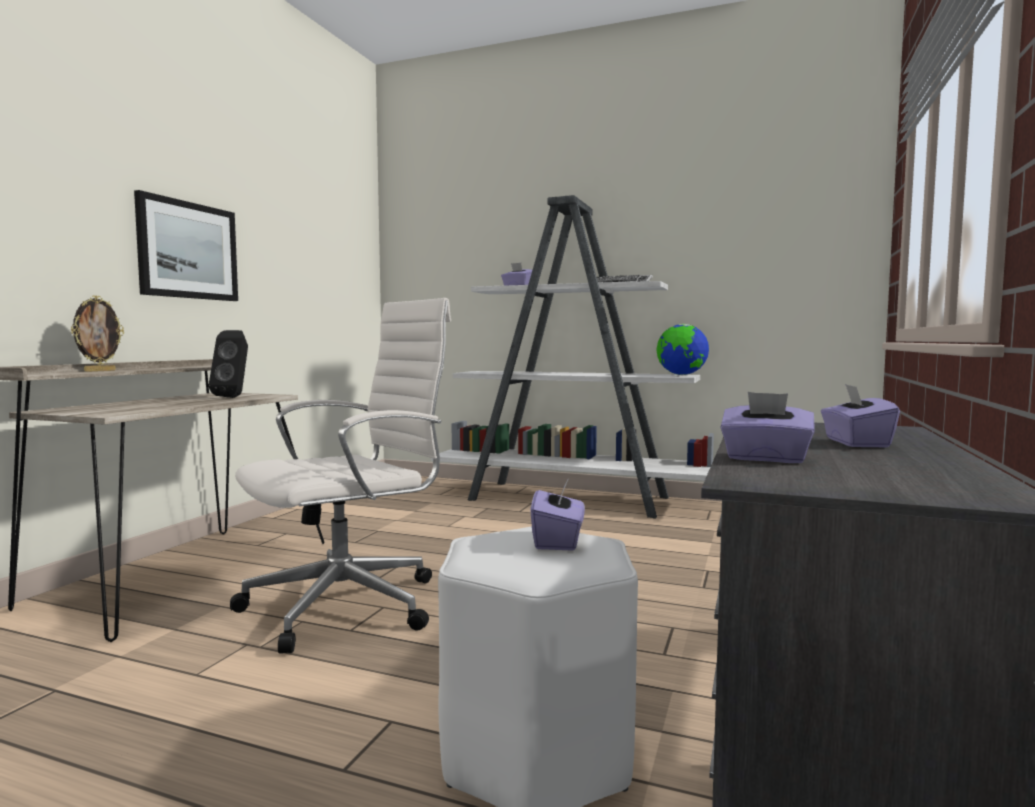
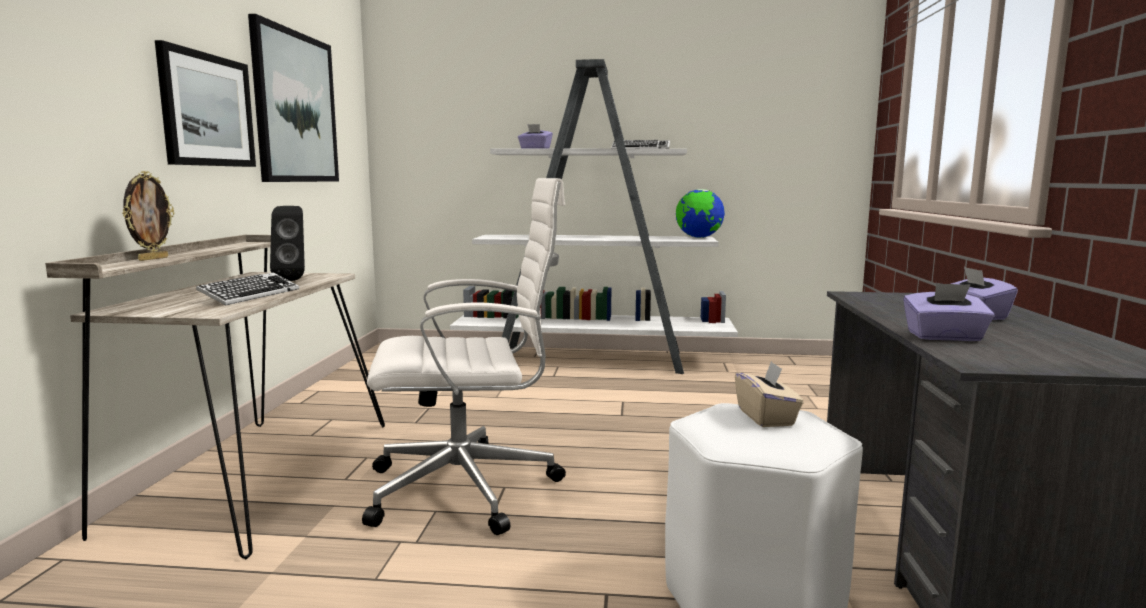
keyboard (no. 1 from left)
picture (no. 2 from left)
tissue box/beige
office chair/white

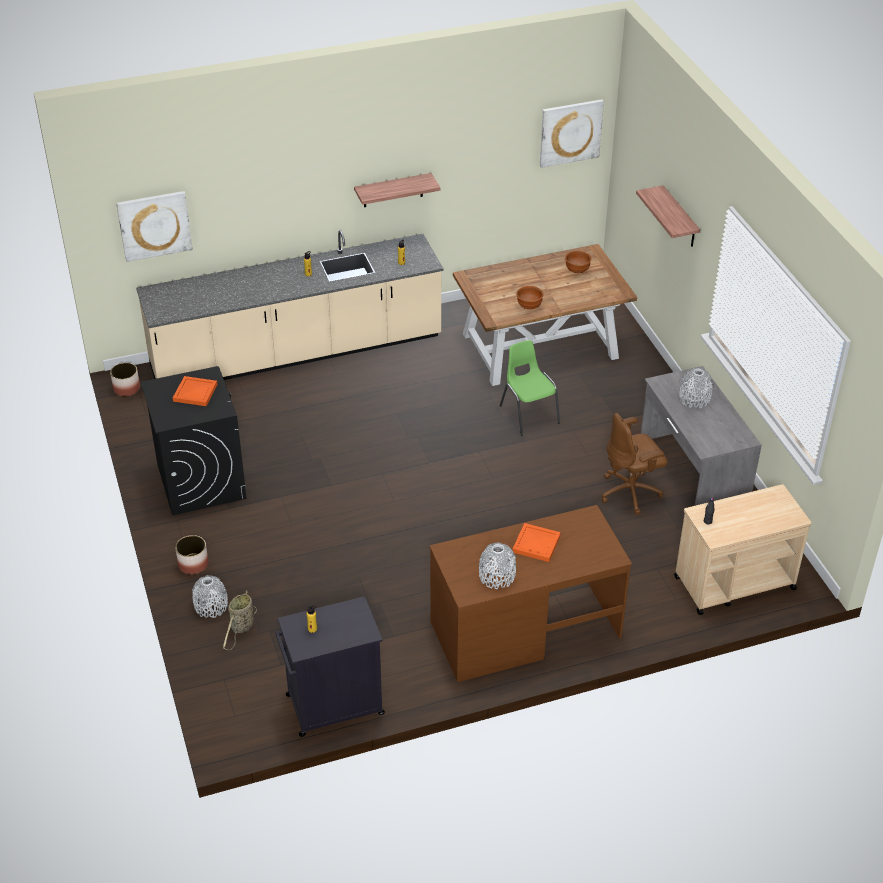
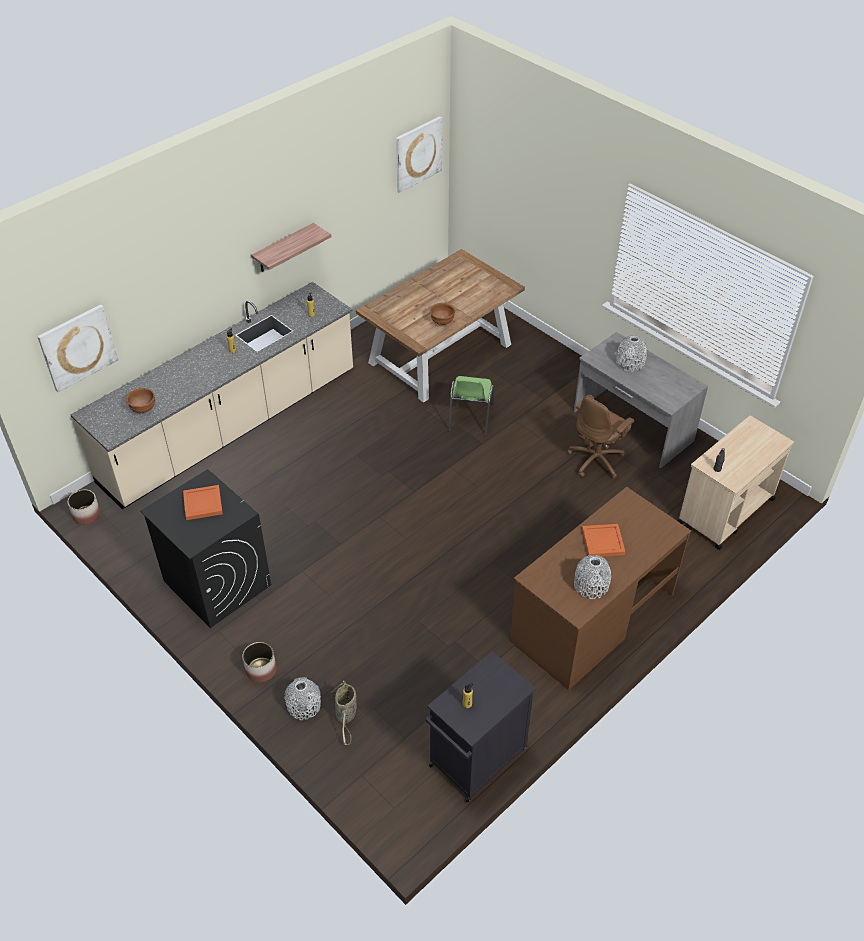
shelf (no. 2 from left in the first image)
bowl/brown (no. 1 from left)
chair/green

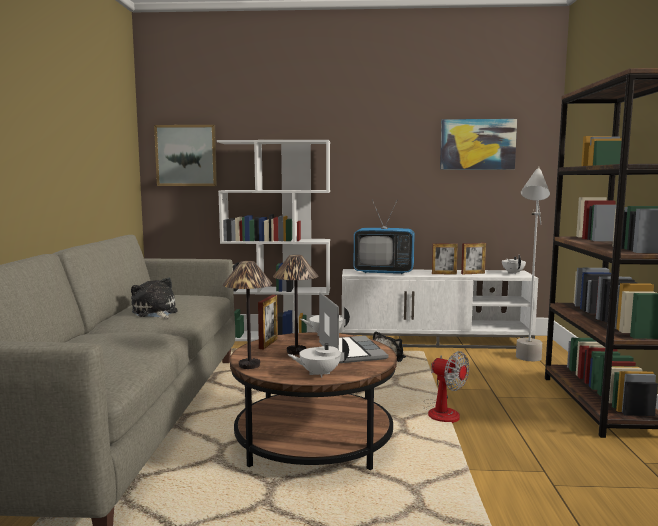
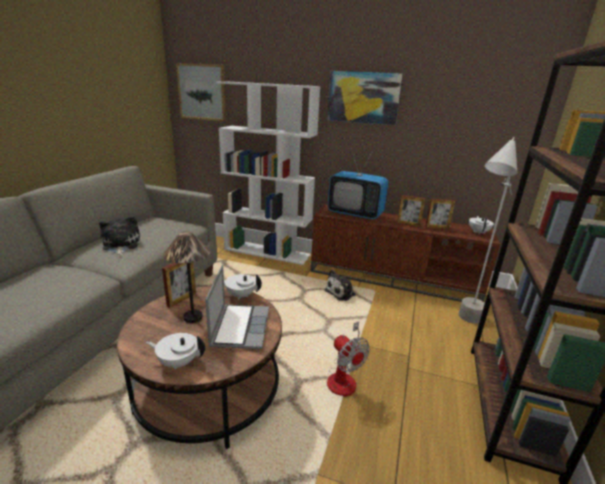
table lamp (no. 1 from left in the first image)
picture (no. 2 from left)
tv stand/brown

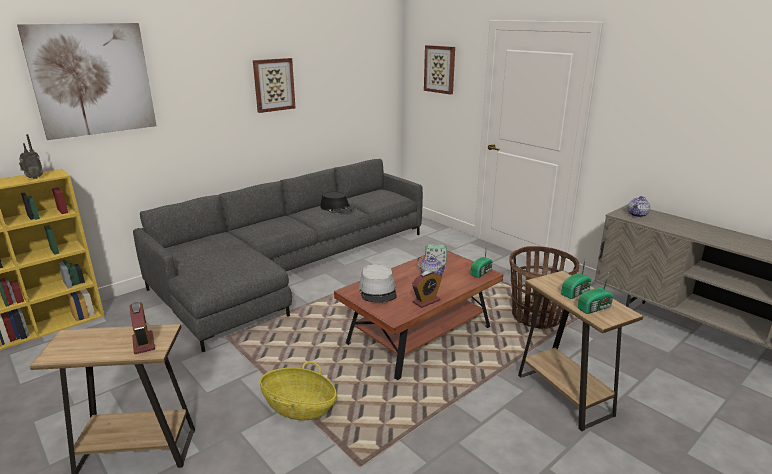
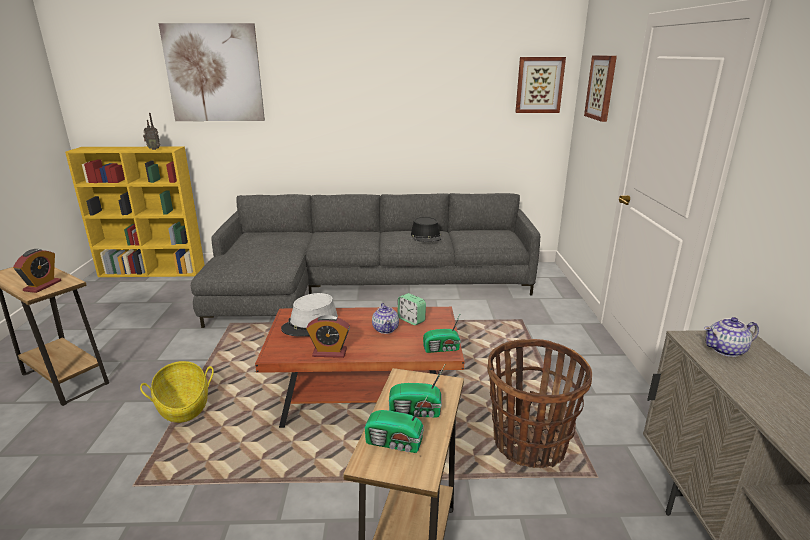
picture (no. 2 from left)

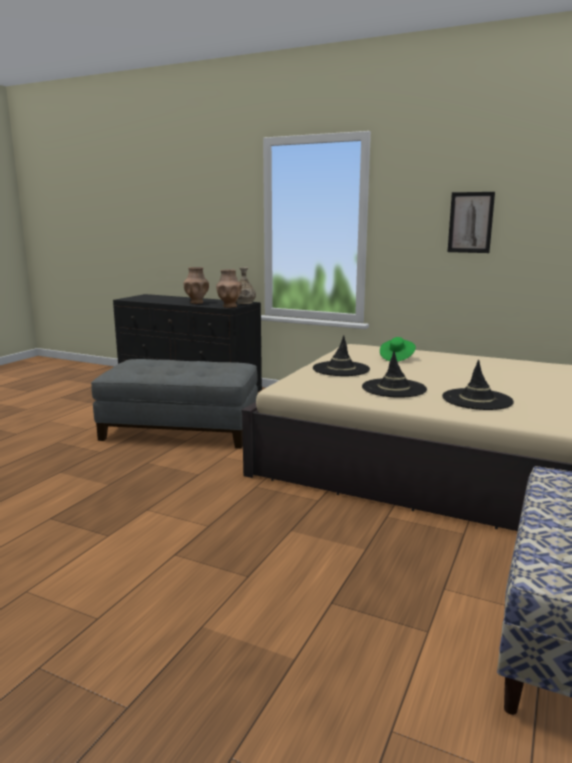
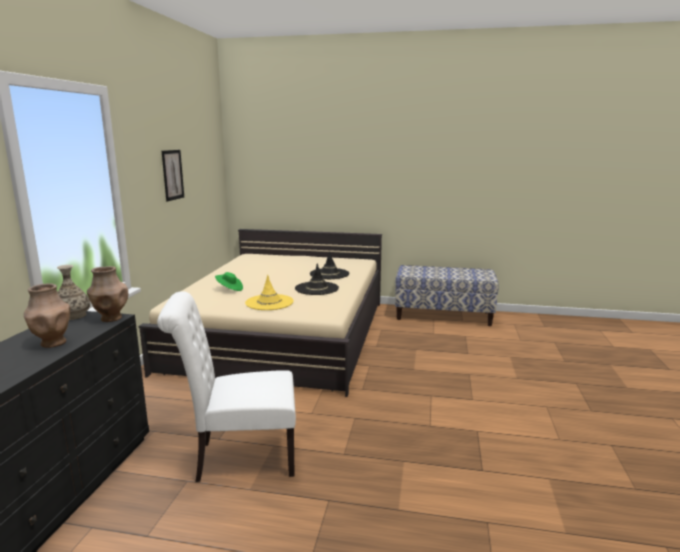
chair/white
hat/yellow

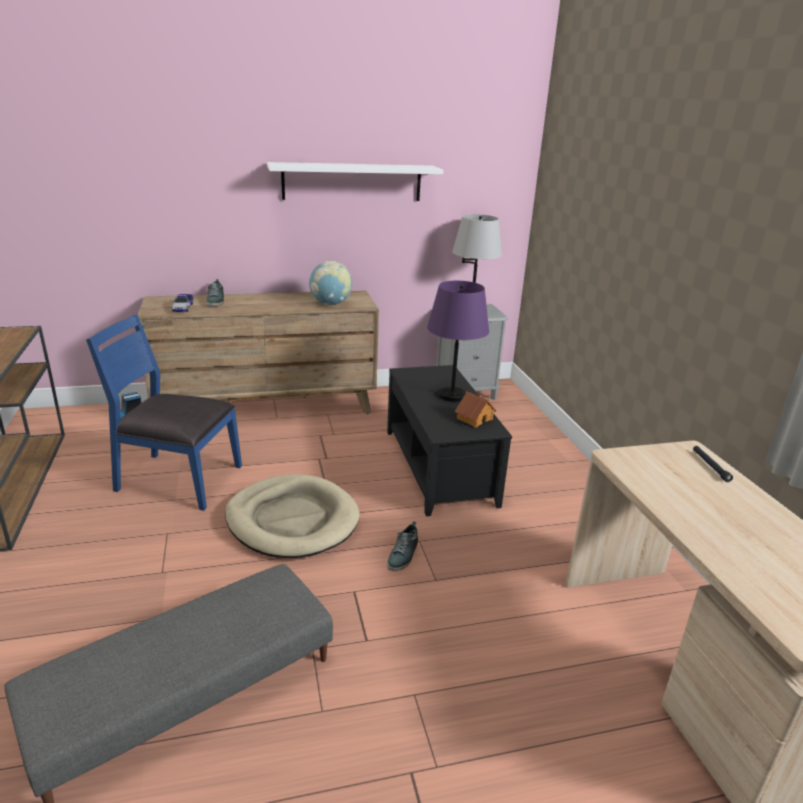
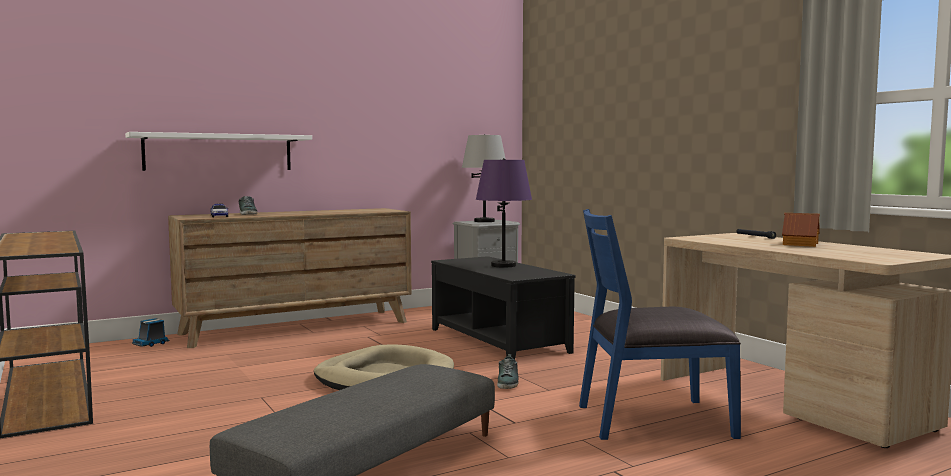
globe
chair/blue
shelf/white
toy house

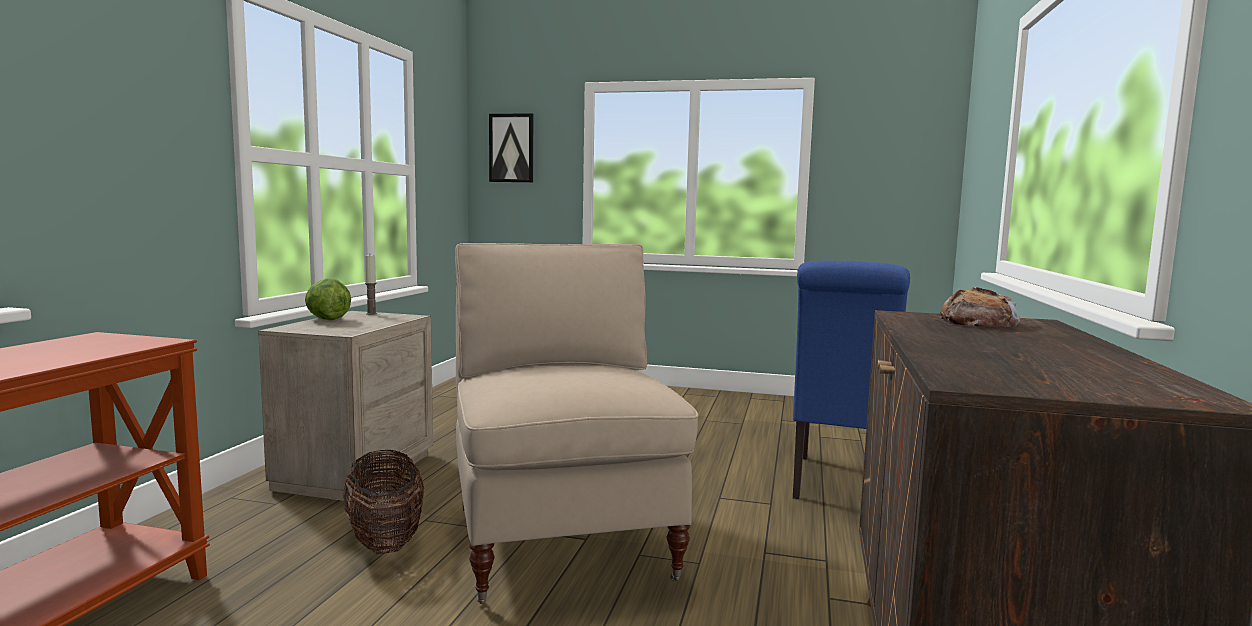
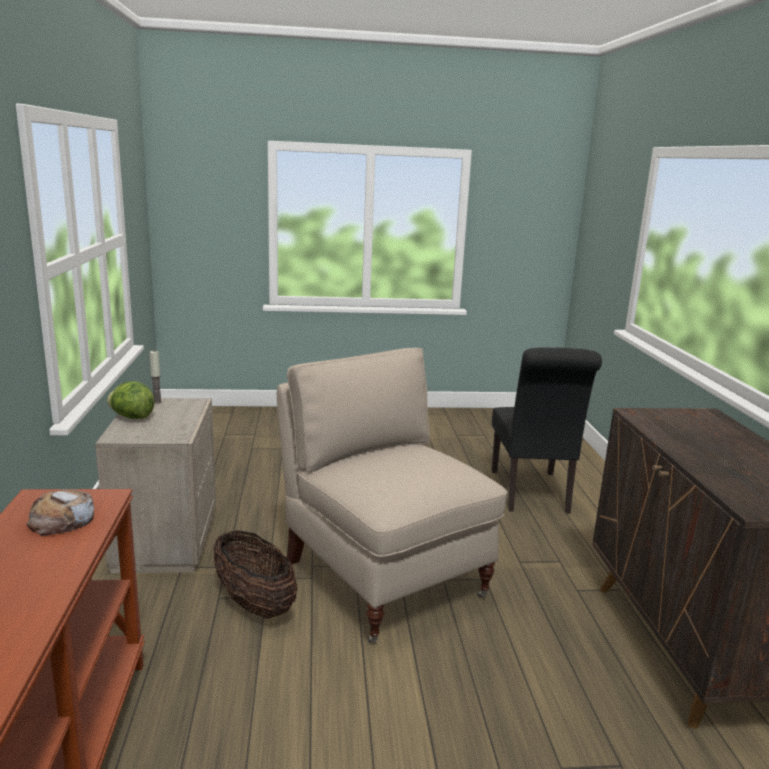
picture
bread
chair/black

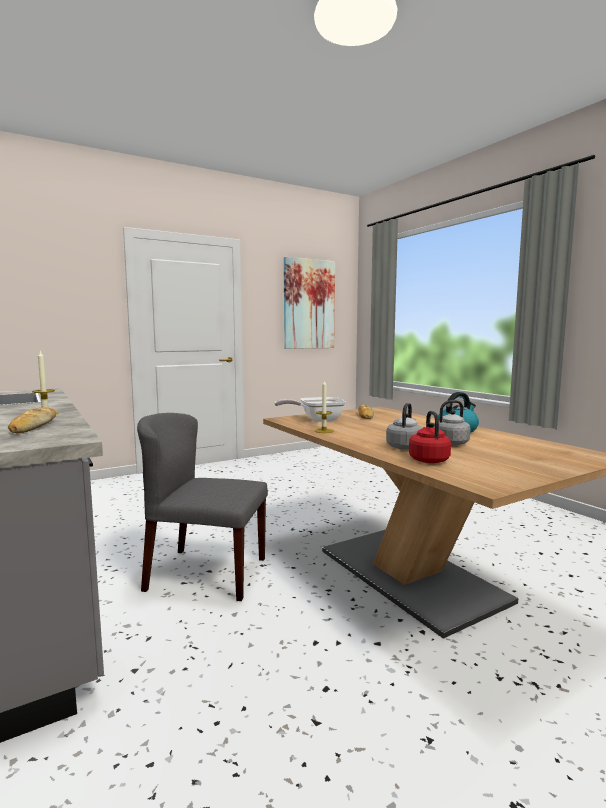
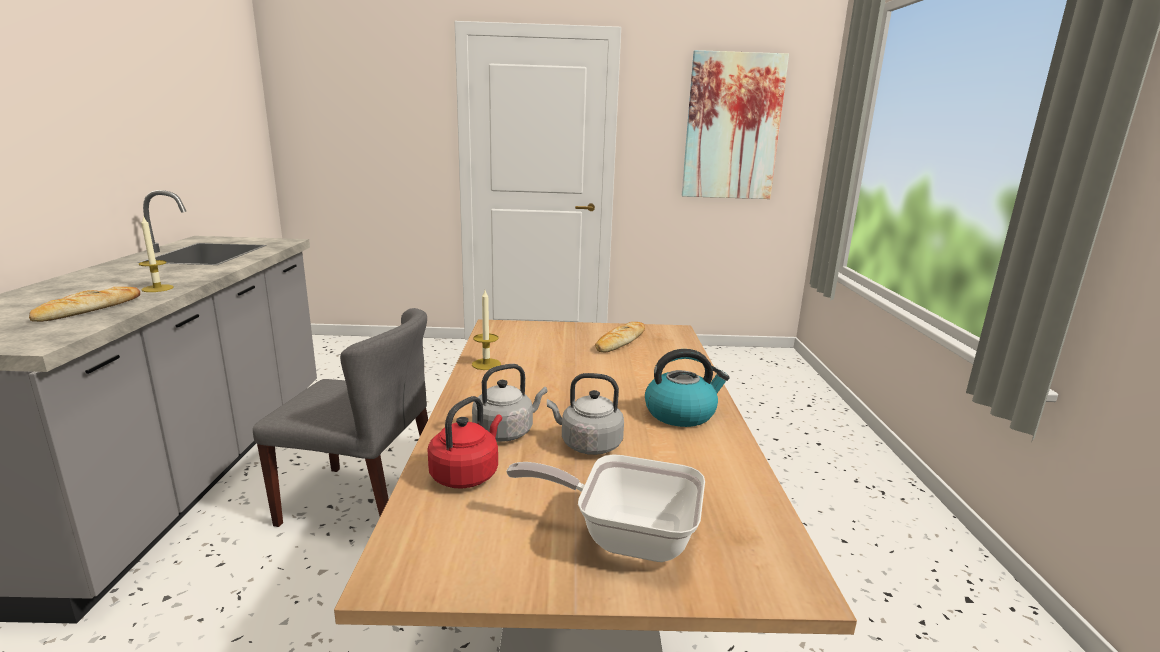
frying pan
chair/grey

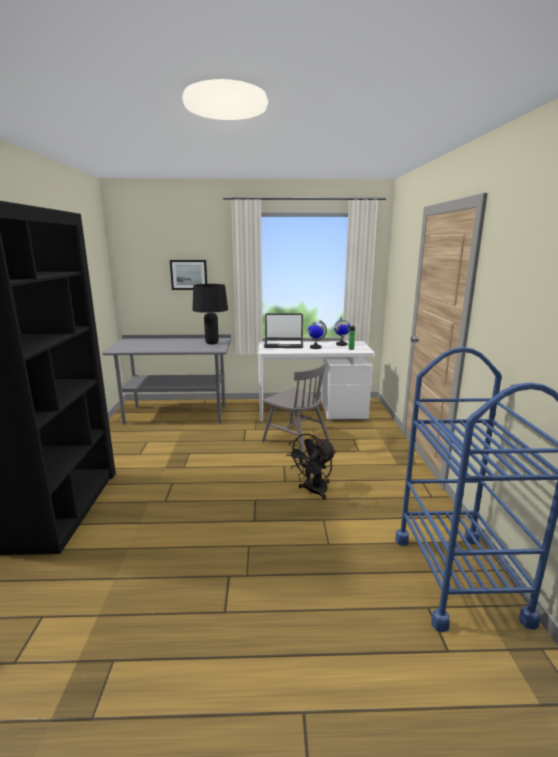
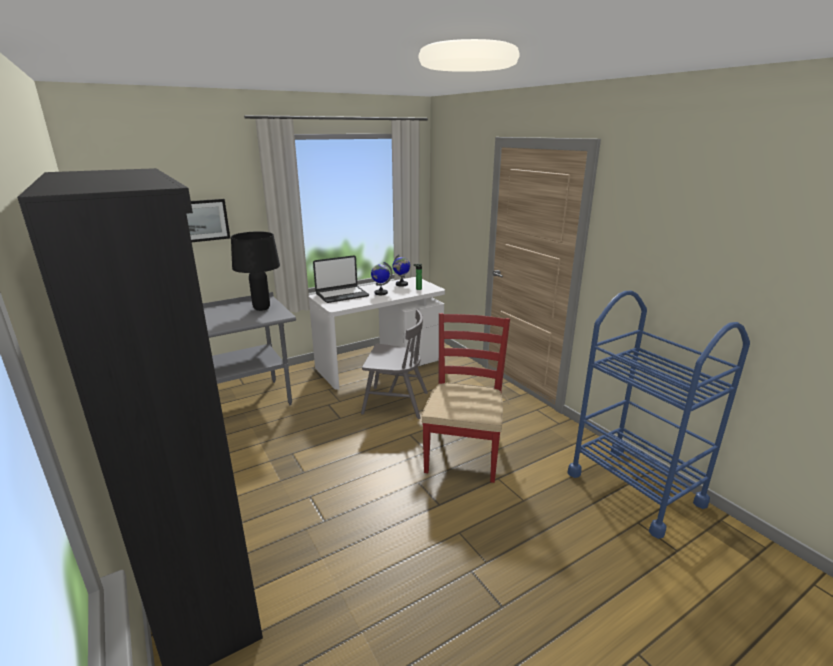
chair/red

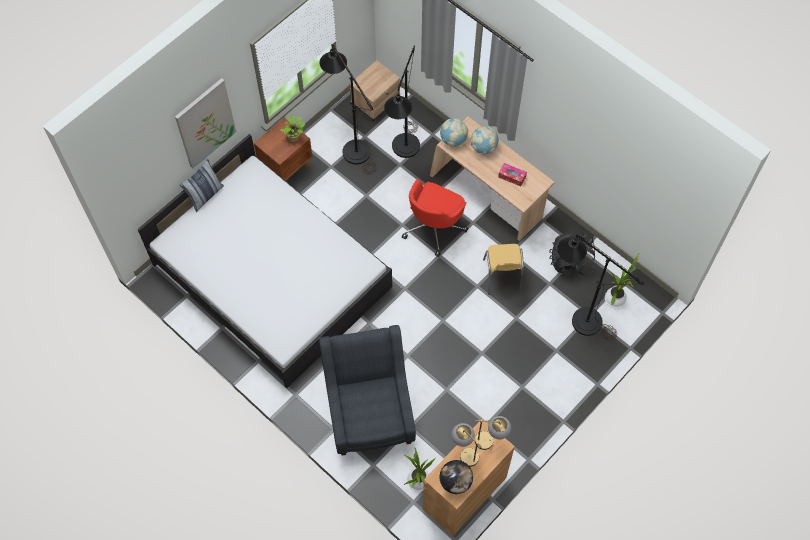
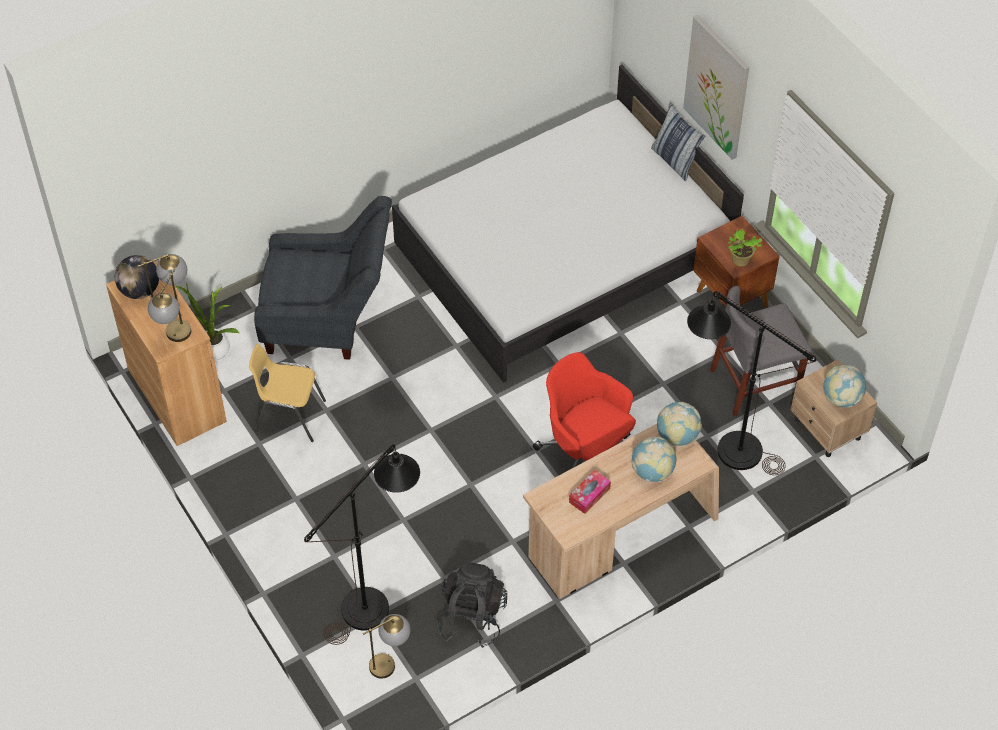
globe (no. 4 from left)
chair/yellow
chair/grey
table lamp (no. 3 from left)

